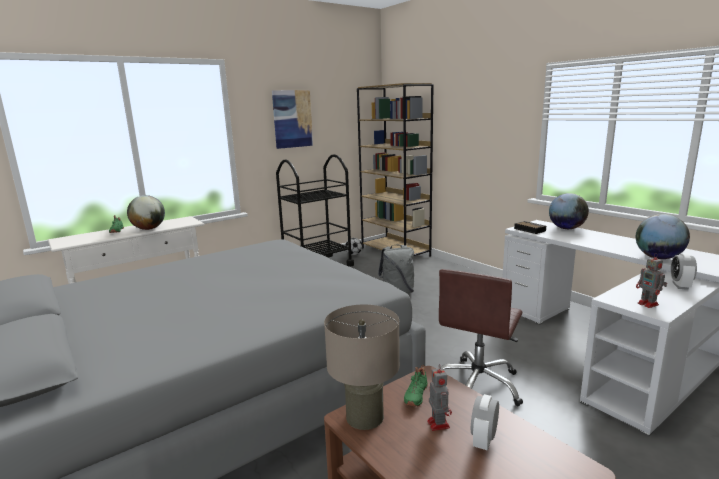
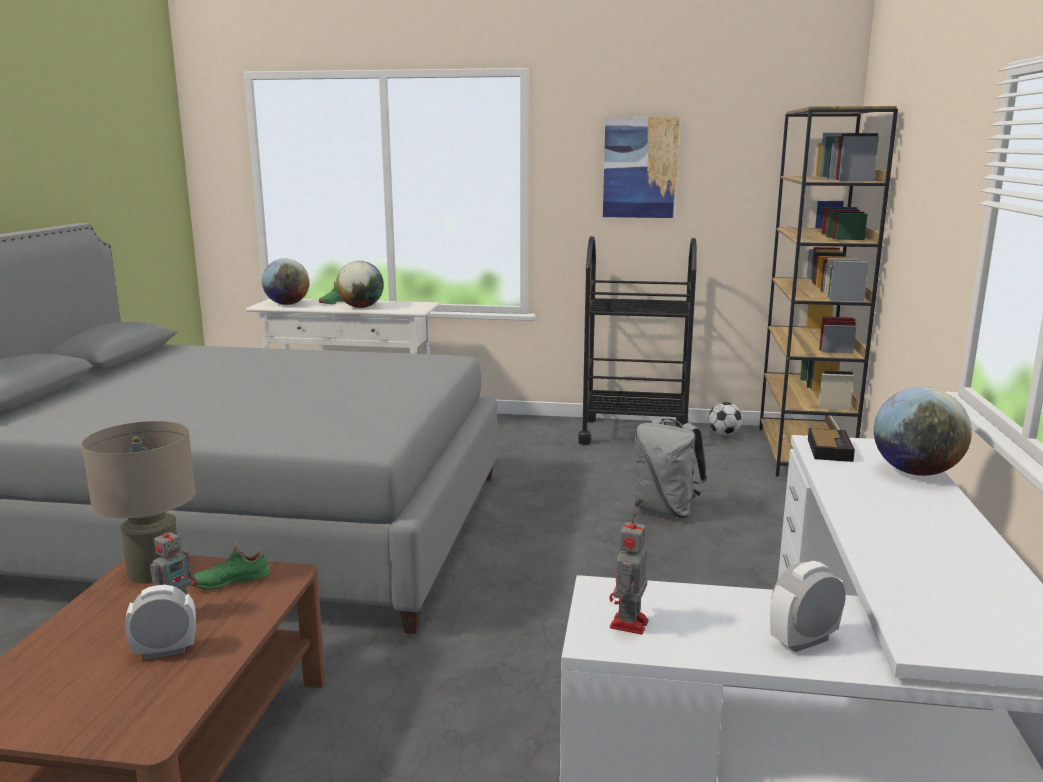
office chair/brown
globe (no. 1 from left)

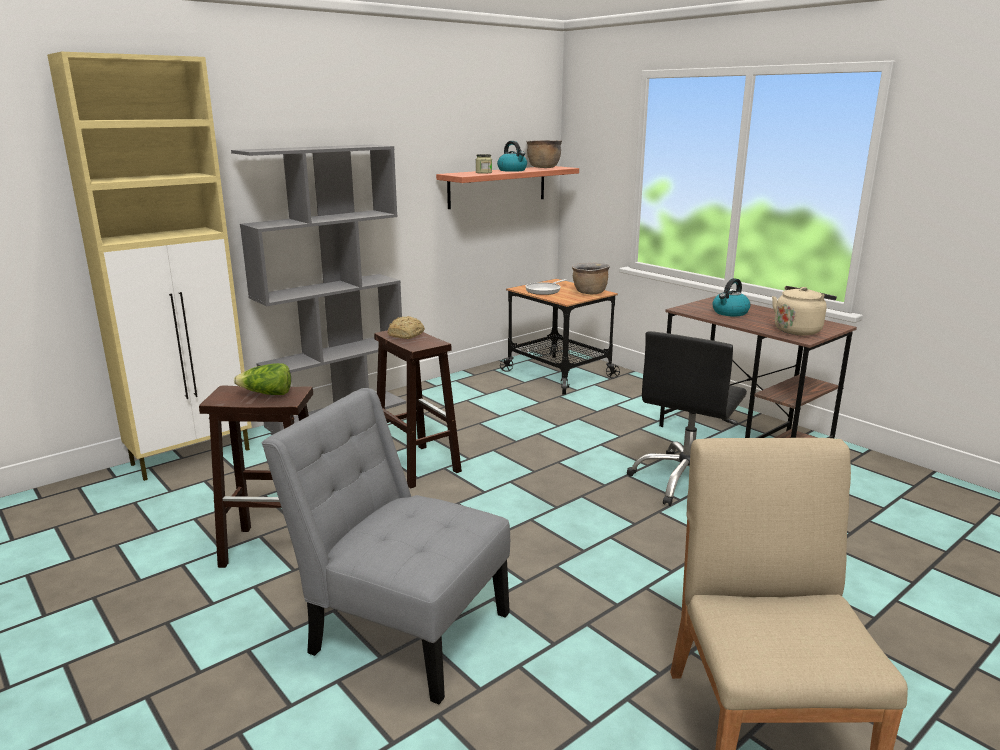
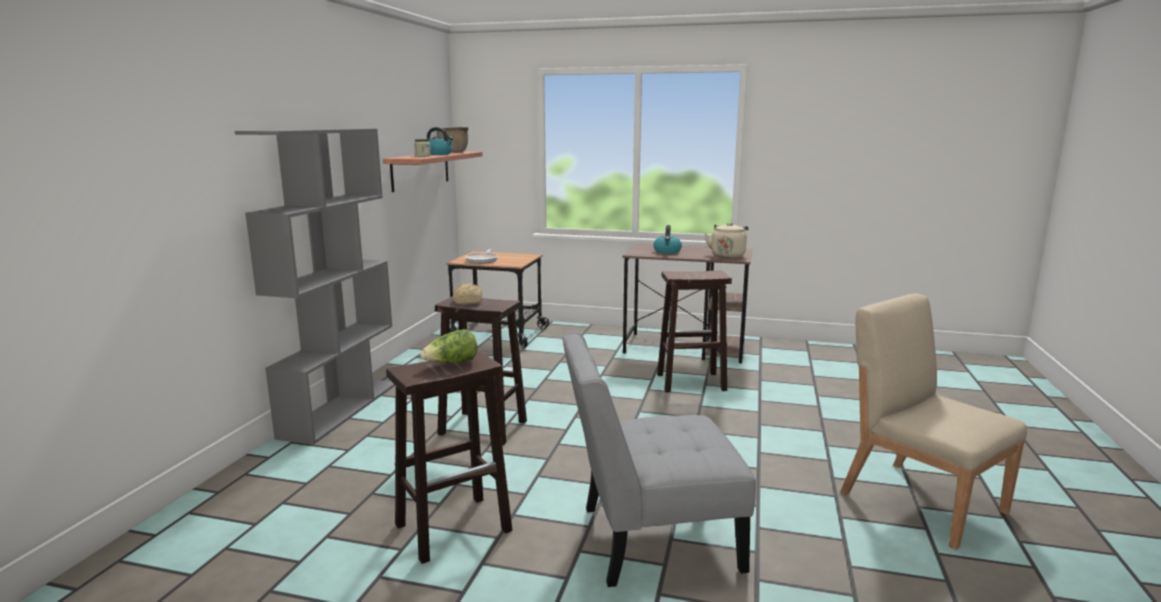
cabinet/beige
cooking pot/brown (no. 2 from left in the first image)
stool/brown (no. 3 from left)

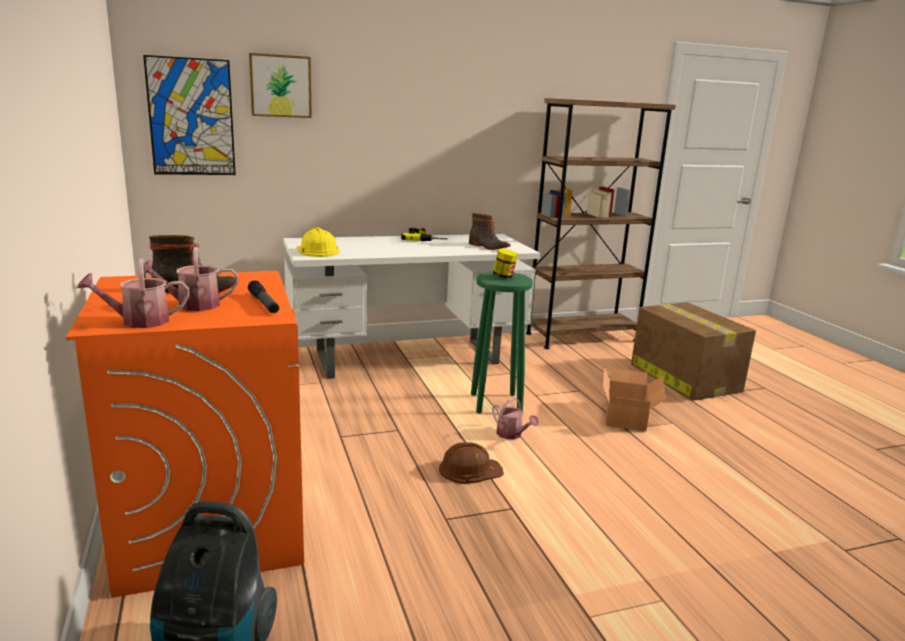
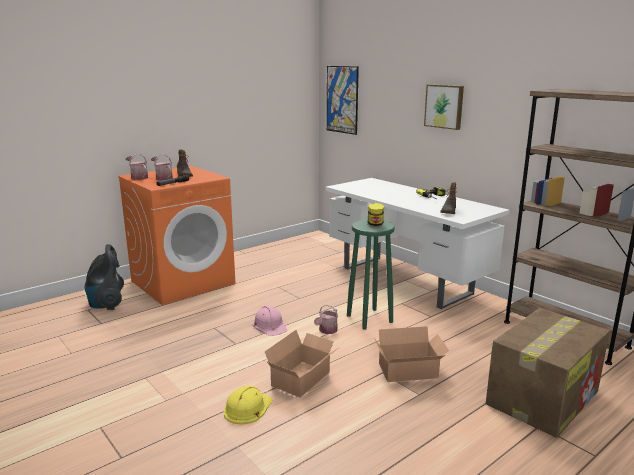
cardboard box (no. 1 from left)
picture (no. 2 from left)
hard hat/yellow
hard hat/pink

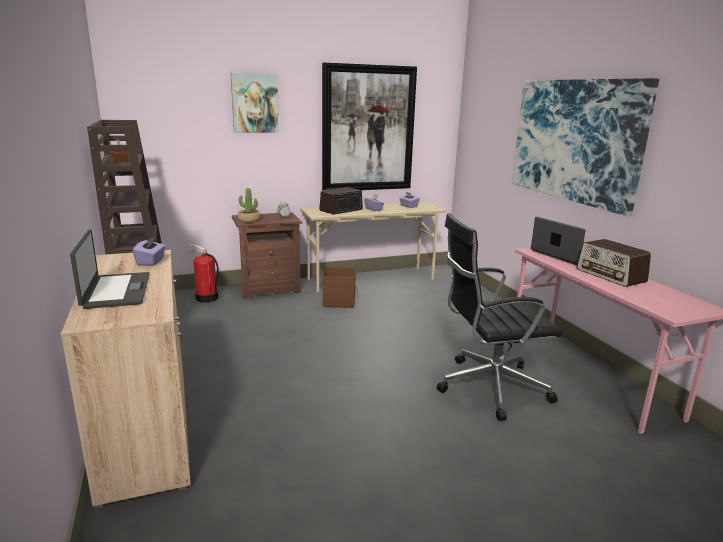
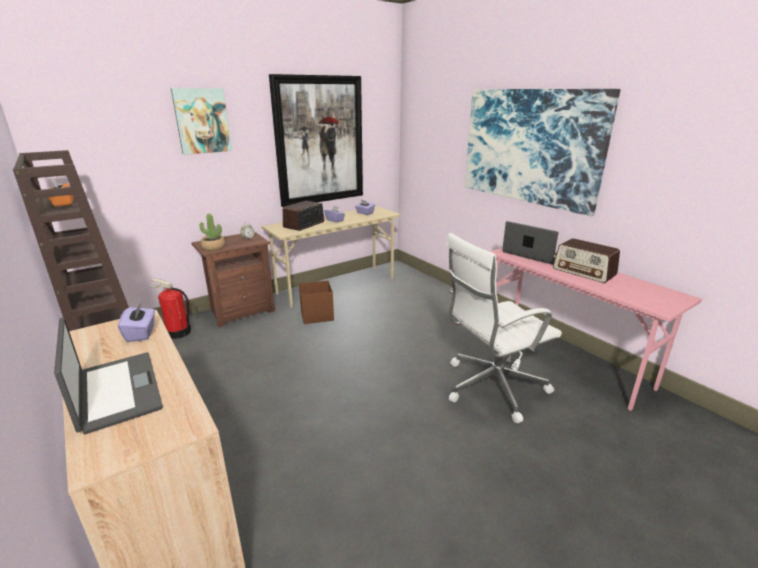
office chair/white

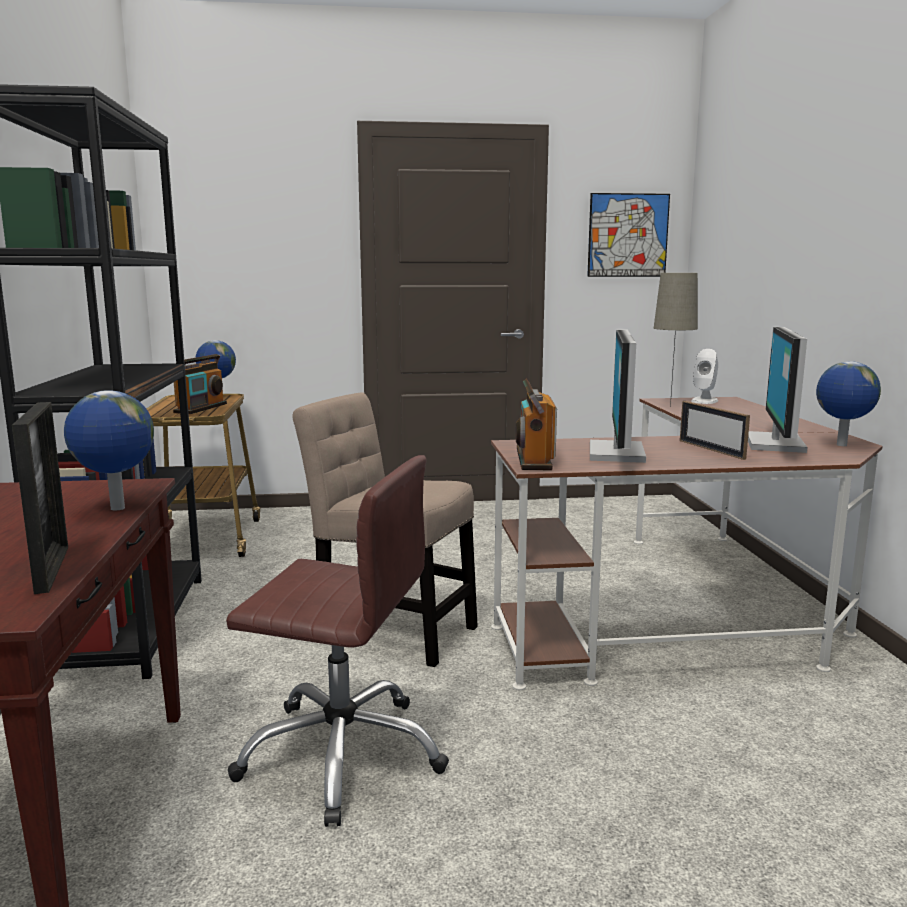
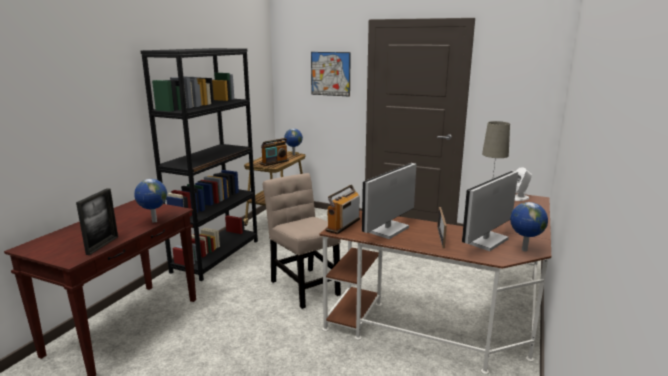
office chair/brown
picture

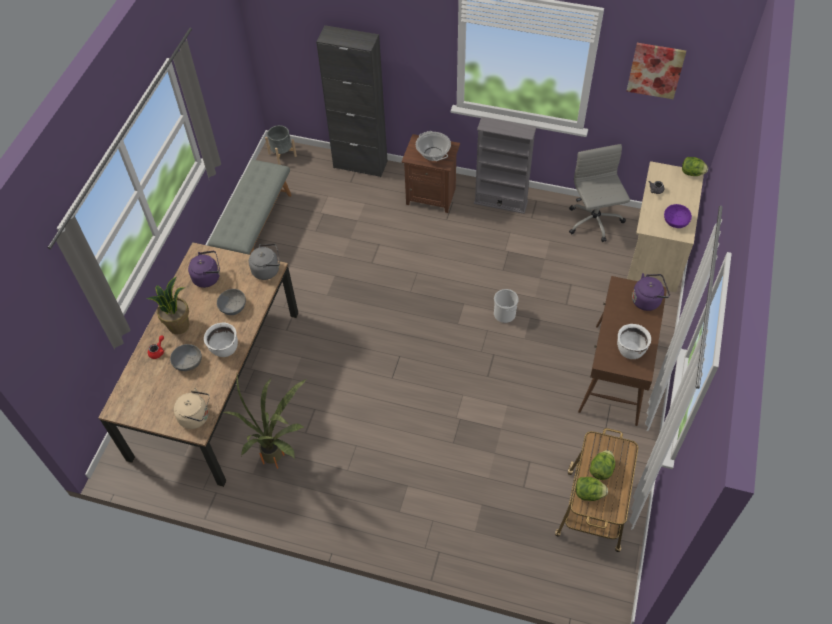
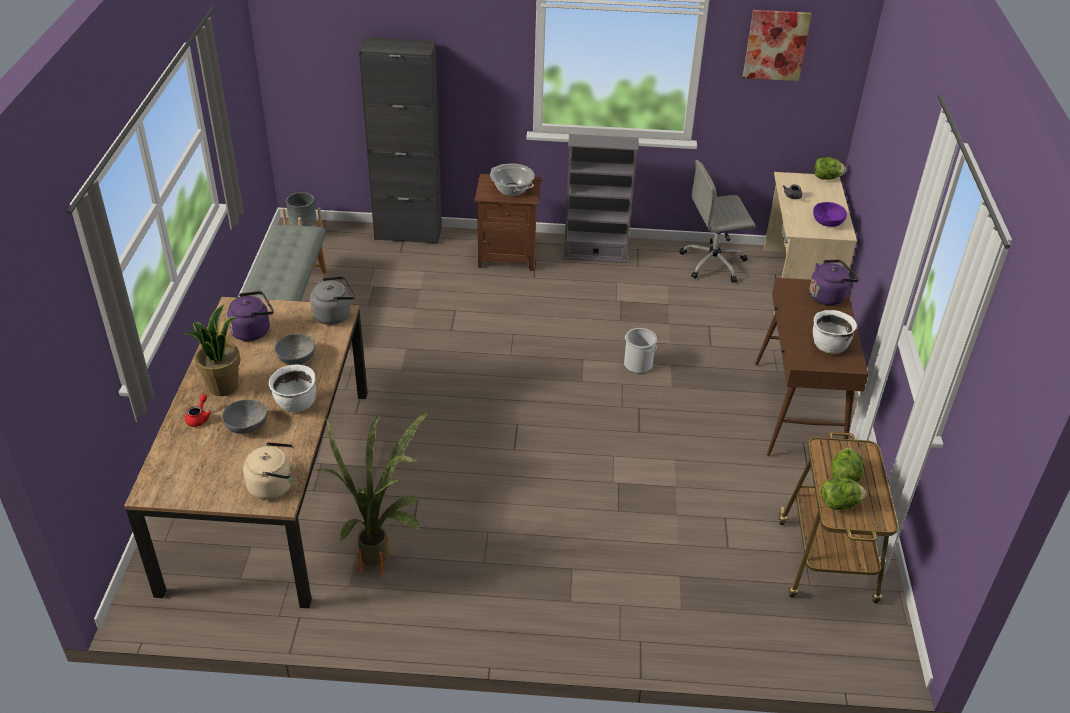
office chair/grey

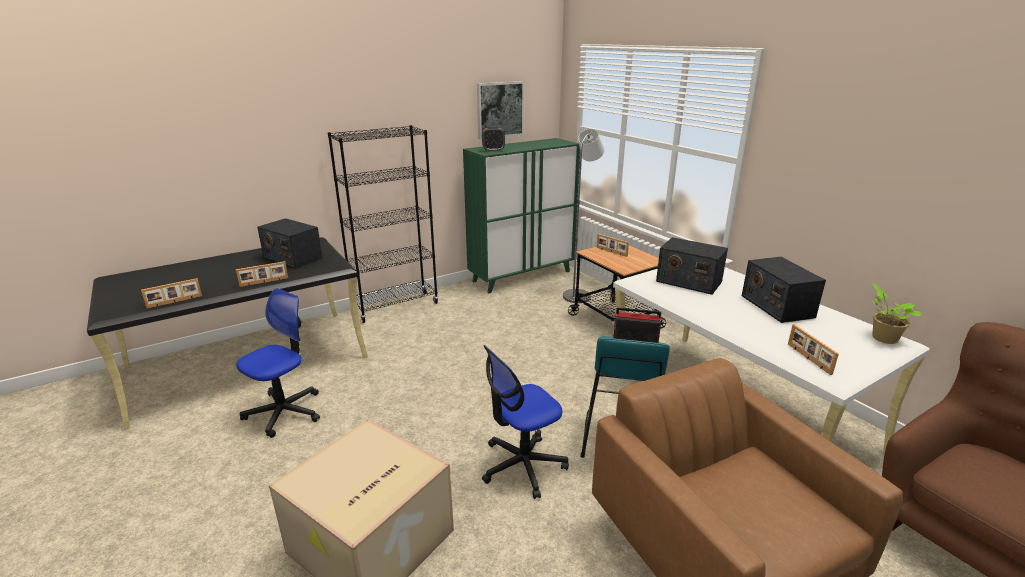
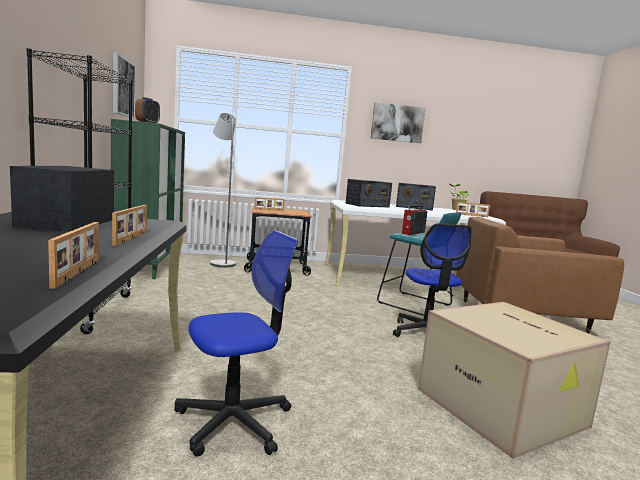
picture (no. 2 from left)
office chair (no. 1 from left)
radio (no. 1 from left)

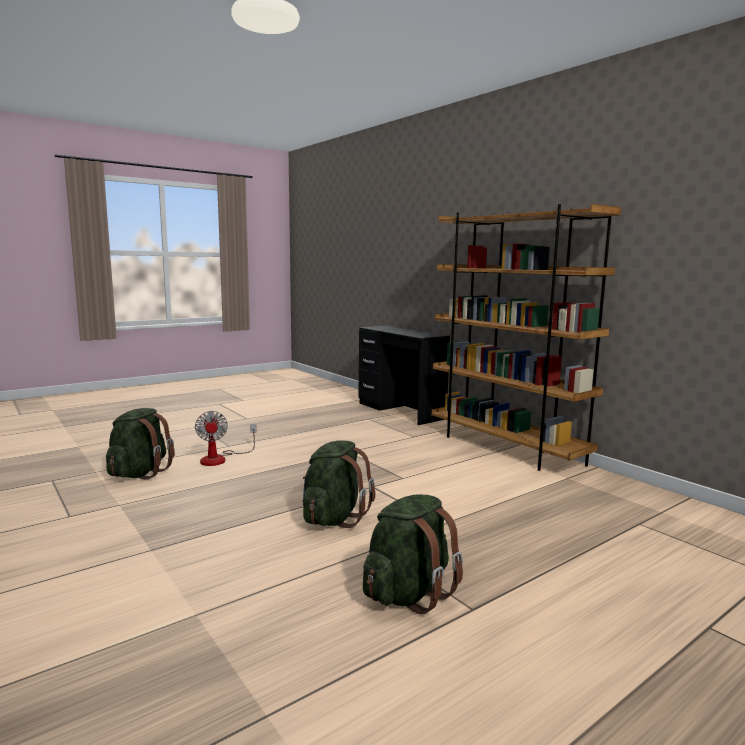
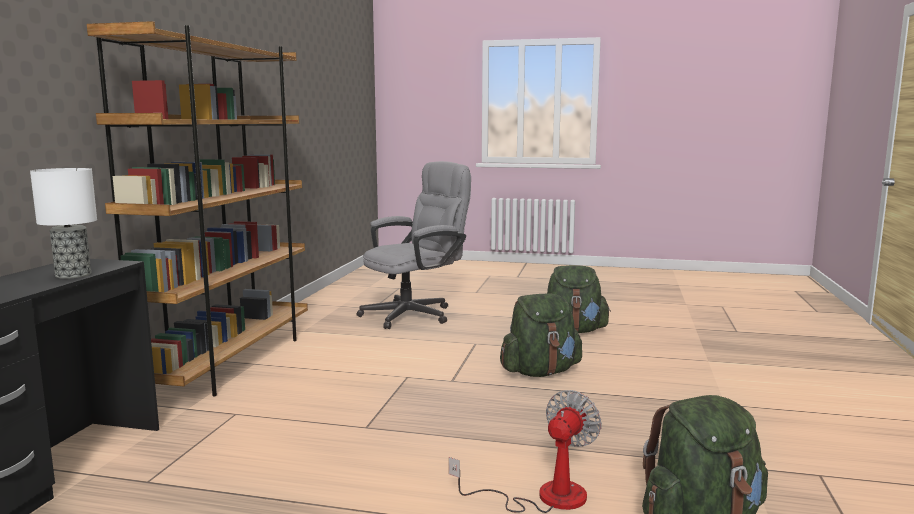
table lamp
office chair/grey

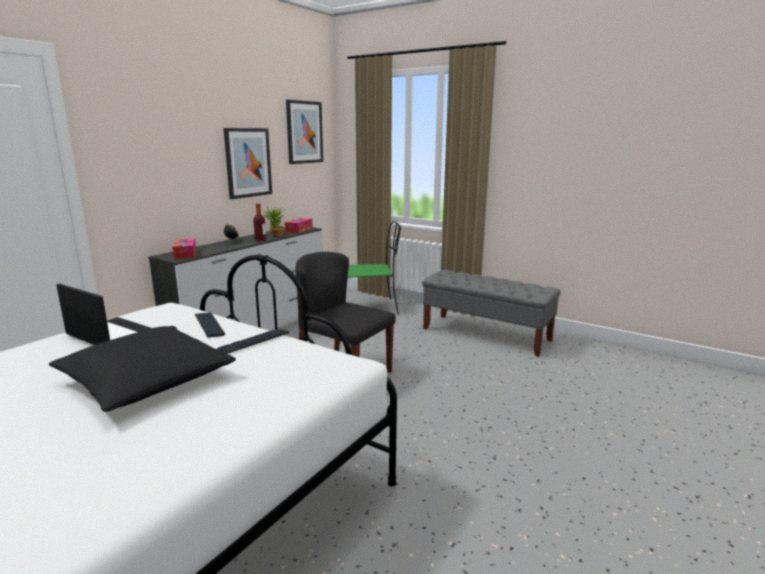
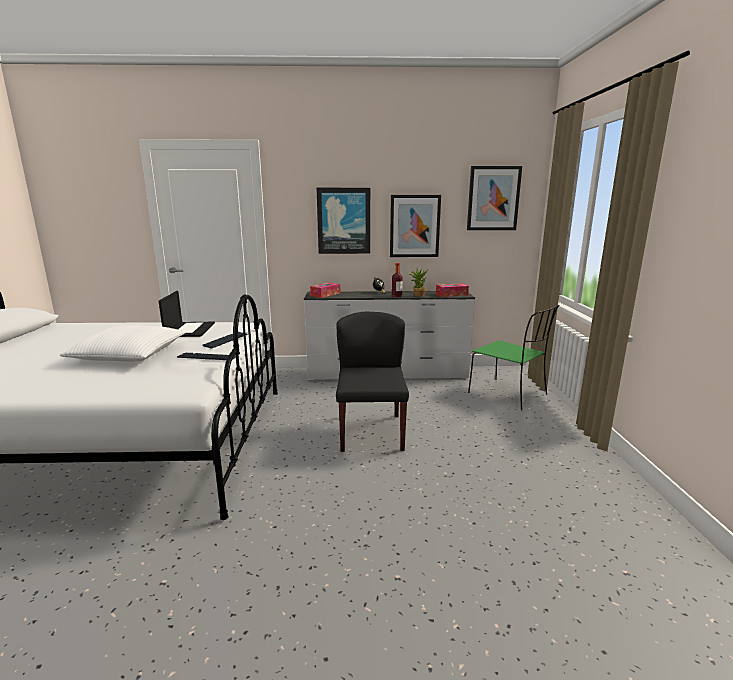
bench/grey
picture (no. 1 from left)
pillow/white

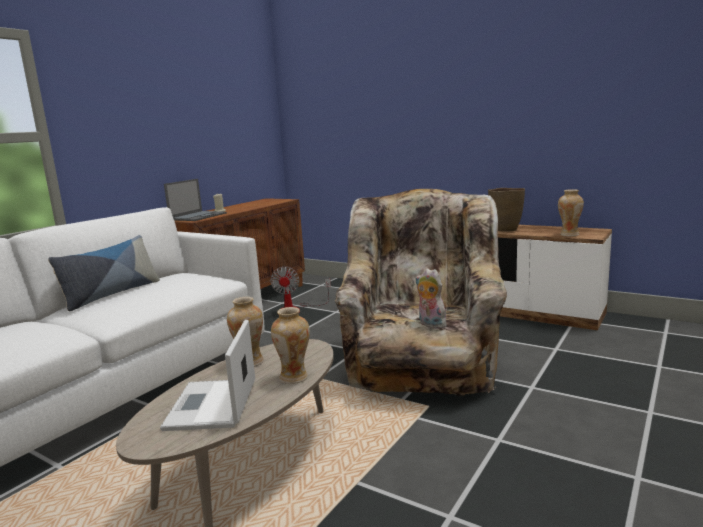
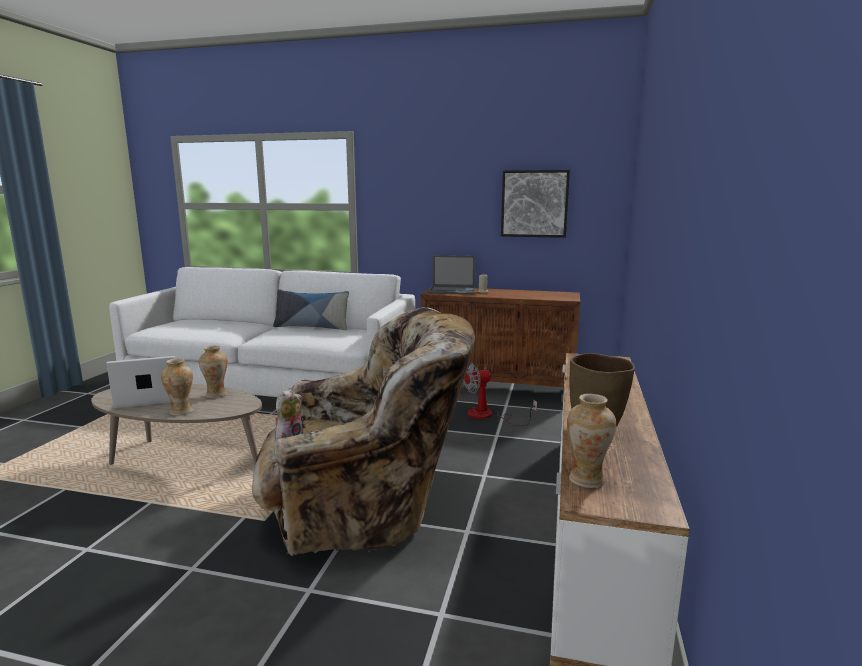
picture

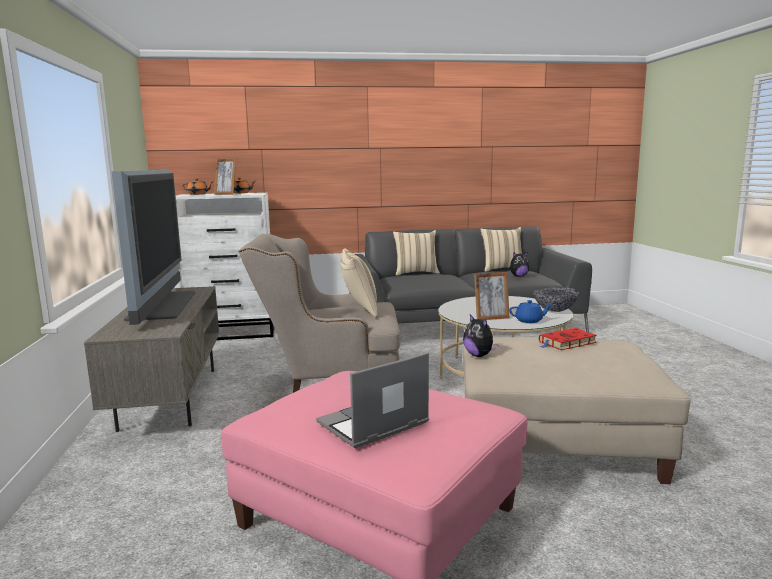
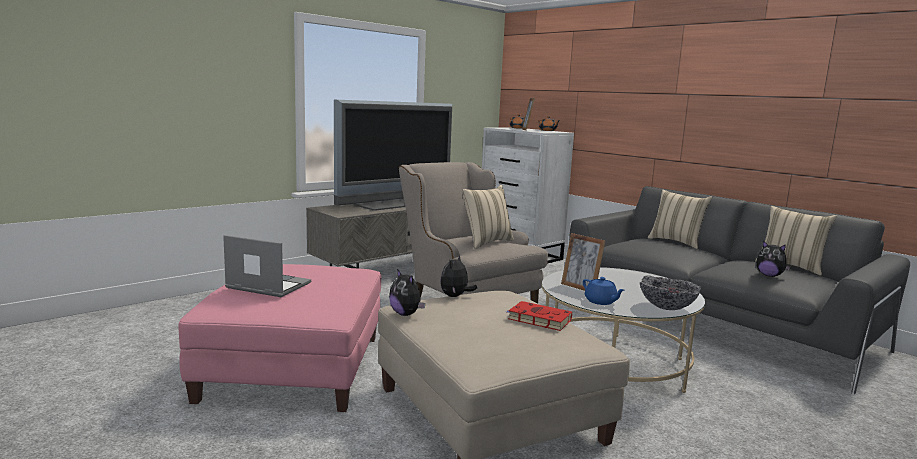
plush toy (no. 1 from left)

